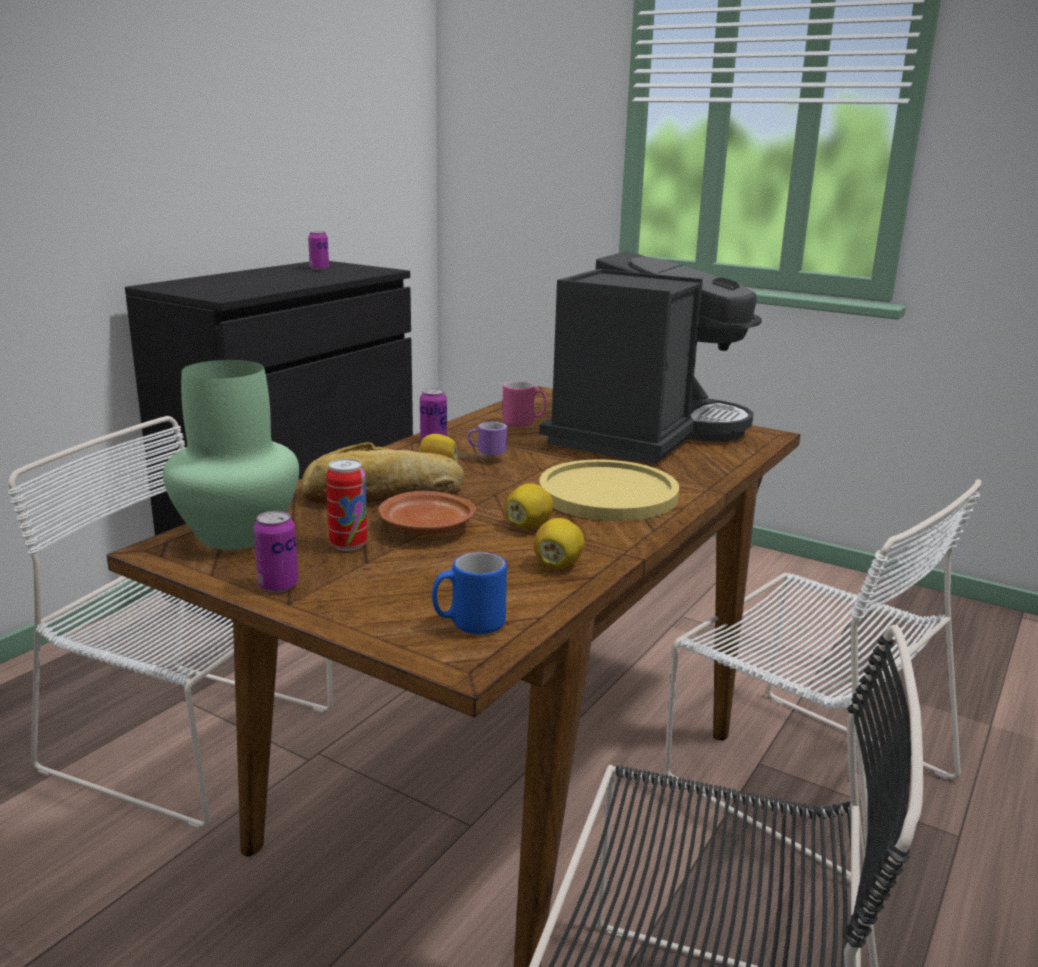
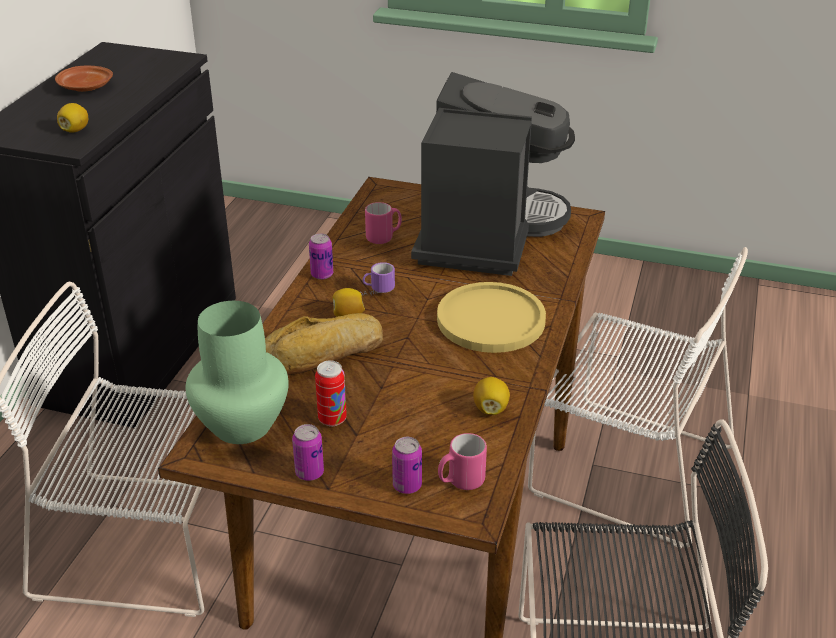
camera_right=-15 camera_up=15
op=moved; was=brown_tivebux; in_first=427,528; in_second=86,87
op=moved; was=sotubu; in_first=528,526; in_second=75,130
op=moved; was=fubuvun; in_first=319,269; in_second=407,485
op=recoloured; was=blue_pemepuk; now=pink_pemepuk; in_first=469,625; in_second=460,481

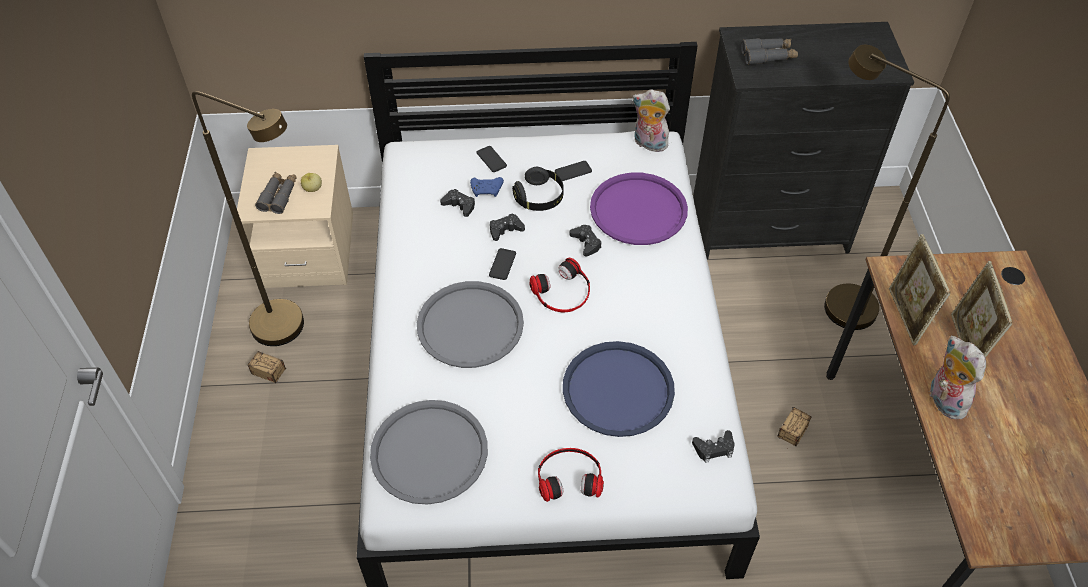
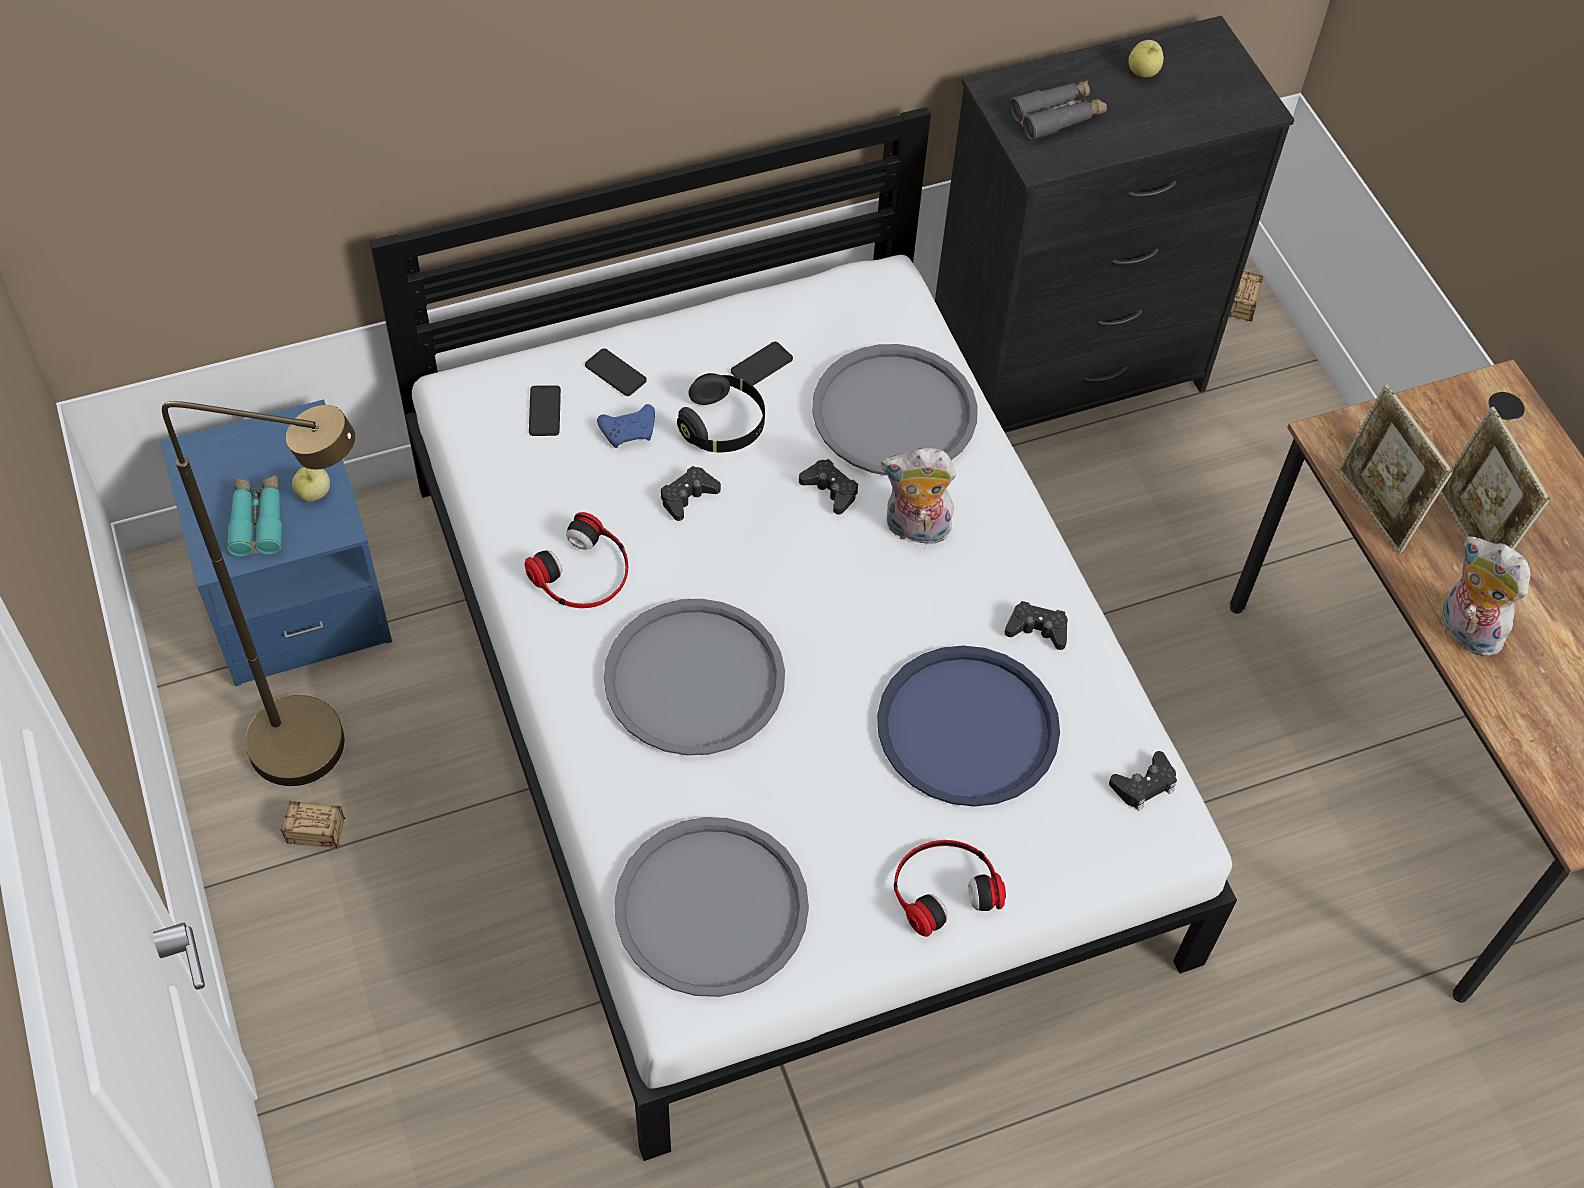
camera_right=-20 camera_up=5
op=recoloured; was=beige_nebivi; now=blue_nebivi; in_first=307,251; in_second=295,595
op=recoloured; was=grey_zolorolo; now=turquoise_zolorolo; in_first=278,196; in_second=257,521
op=moved; was=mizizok; in_first=562,292; in_second=583,572
op=moved; was=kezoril; in_first=502,264; in_second=544,411
op=recoloured; was=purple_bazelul; now=grey_bazelul; in_first=638,210; in_second=894,412
op=moved; was=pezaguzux; in_first=648,144; in_second=915,530
op=moved; was=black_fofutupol; in_first=459,205; in_second=1037,629
op=added; now=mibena; in_second=1143,72
op=moved; was=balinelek; in_first=783,446; in_second=1235,325
op=removed; was=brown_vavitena; in_first=836,302

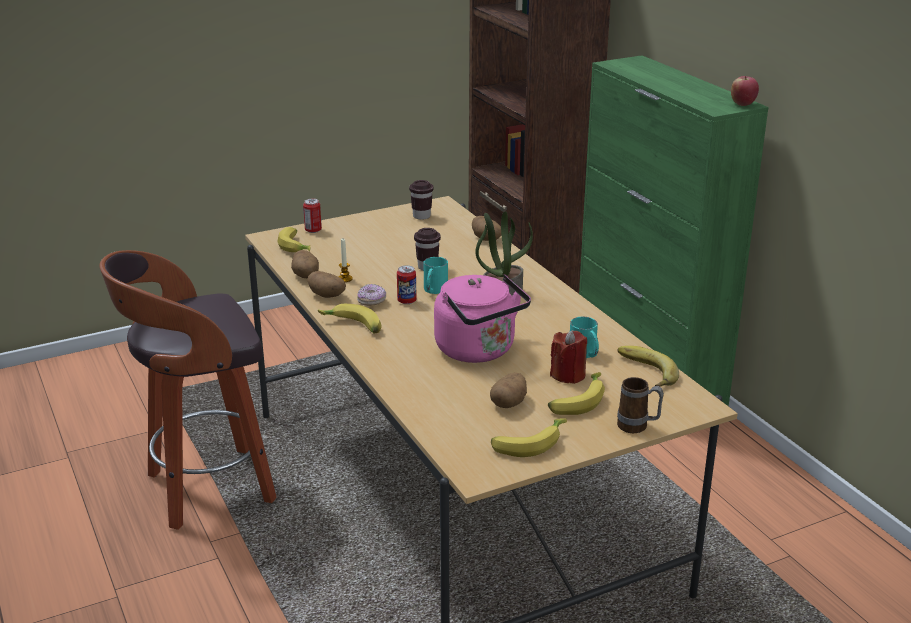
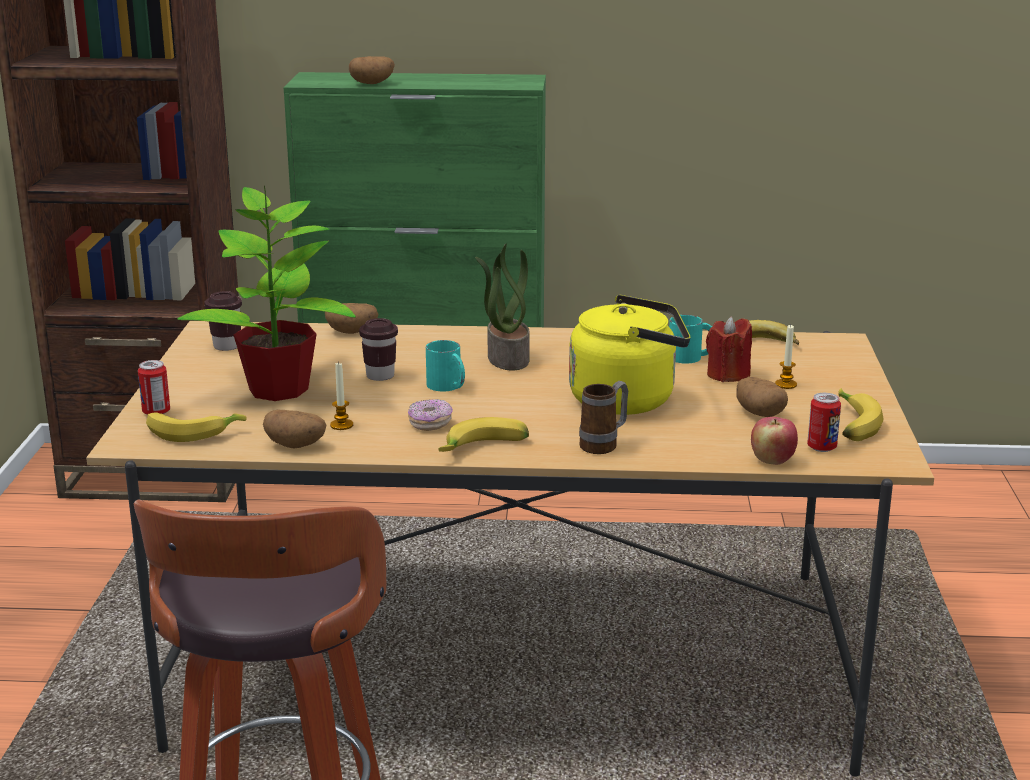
camera_right=-60 camera_up=-5
op=added; now=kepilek; in_second=278,390
op=moved; was=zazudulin; in_first=327,295; in_second=372,83
op=recoloured; was=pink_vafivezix; now=yellow_vafivezix; in_first=479,351; in_second=628,400
op=moved; was=pemepuk; in_first=638,427; in_second=604,445
op=moved; was=mibena; in_first=742,104; in_second=772,460
op=replaced; was=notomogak; now=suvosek; in_first=577,401; in_second=785,384
op=moved; was=fubuvun; in_first=407,301; in_second=821,447

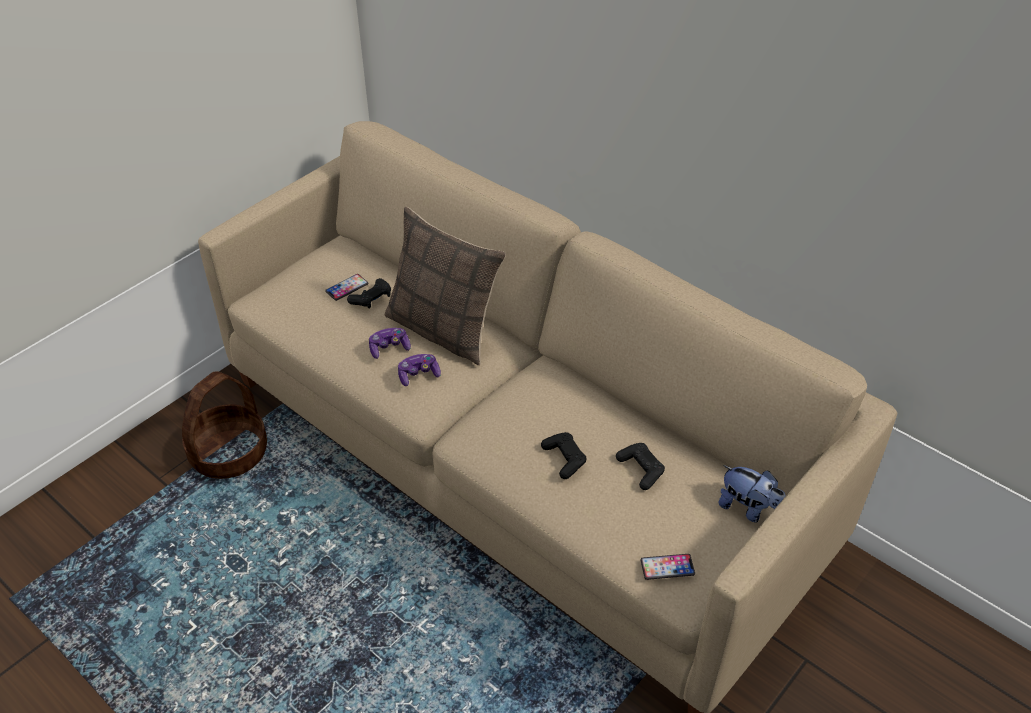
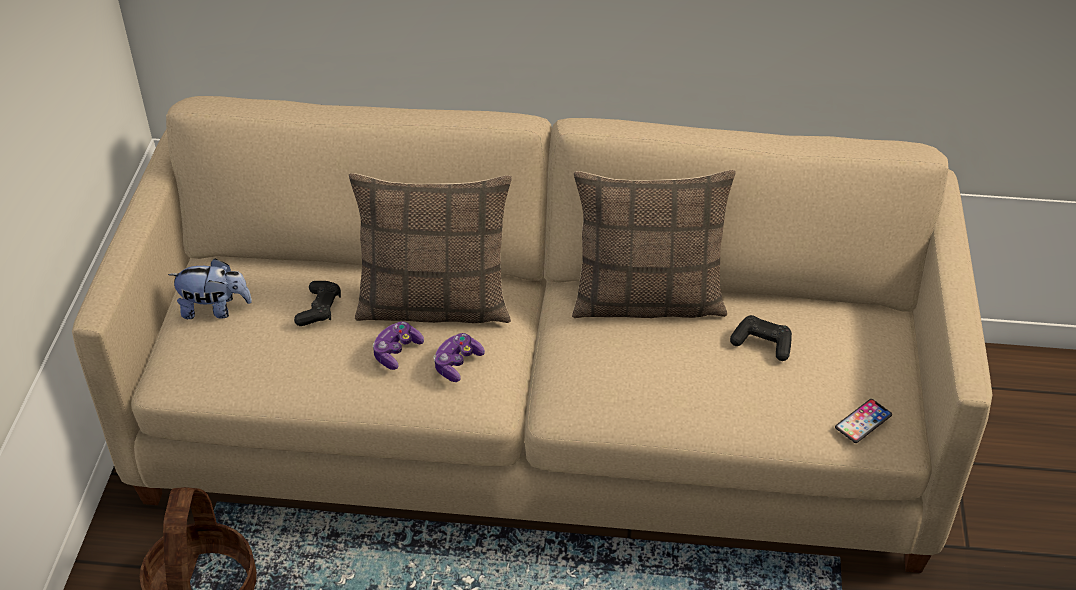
camera_right=-35 camera_up=0
op=moved; was=pezaguzux; in_first=748,509; in_second=215,309
op=added; now=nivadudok; in_second=648,299
op=removed; was=kezoril; in_first=347,288
op=removed; was=black_fofutupol; in_first=564,459

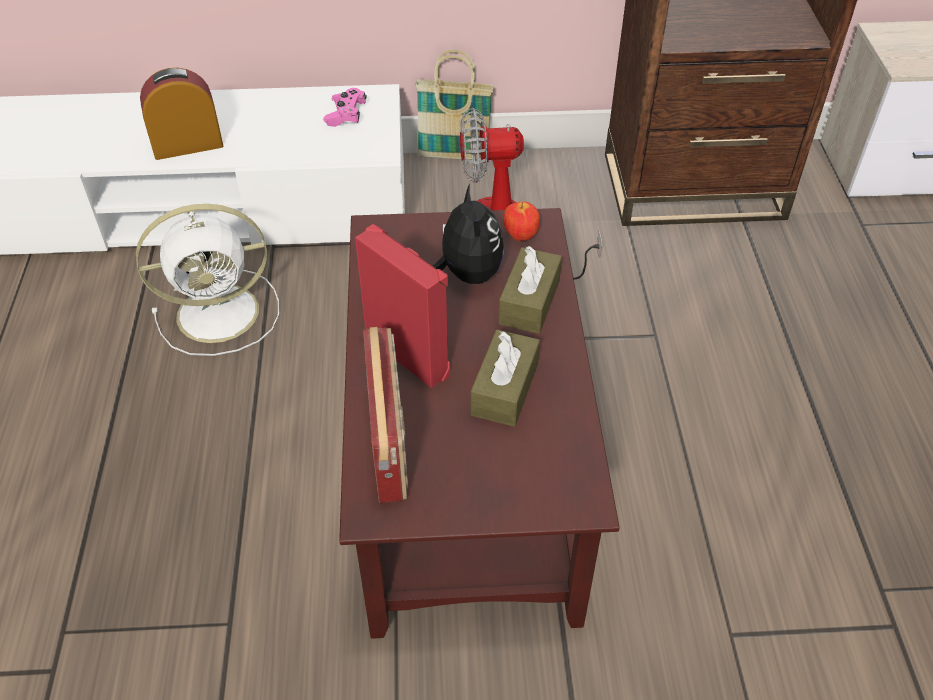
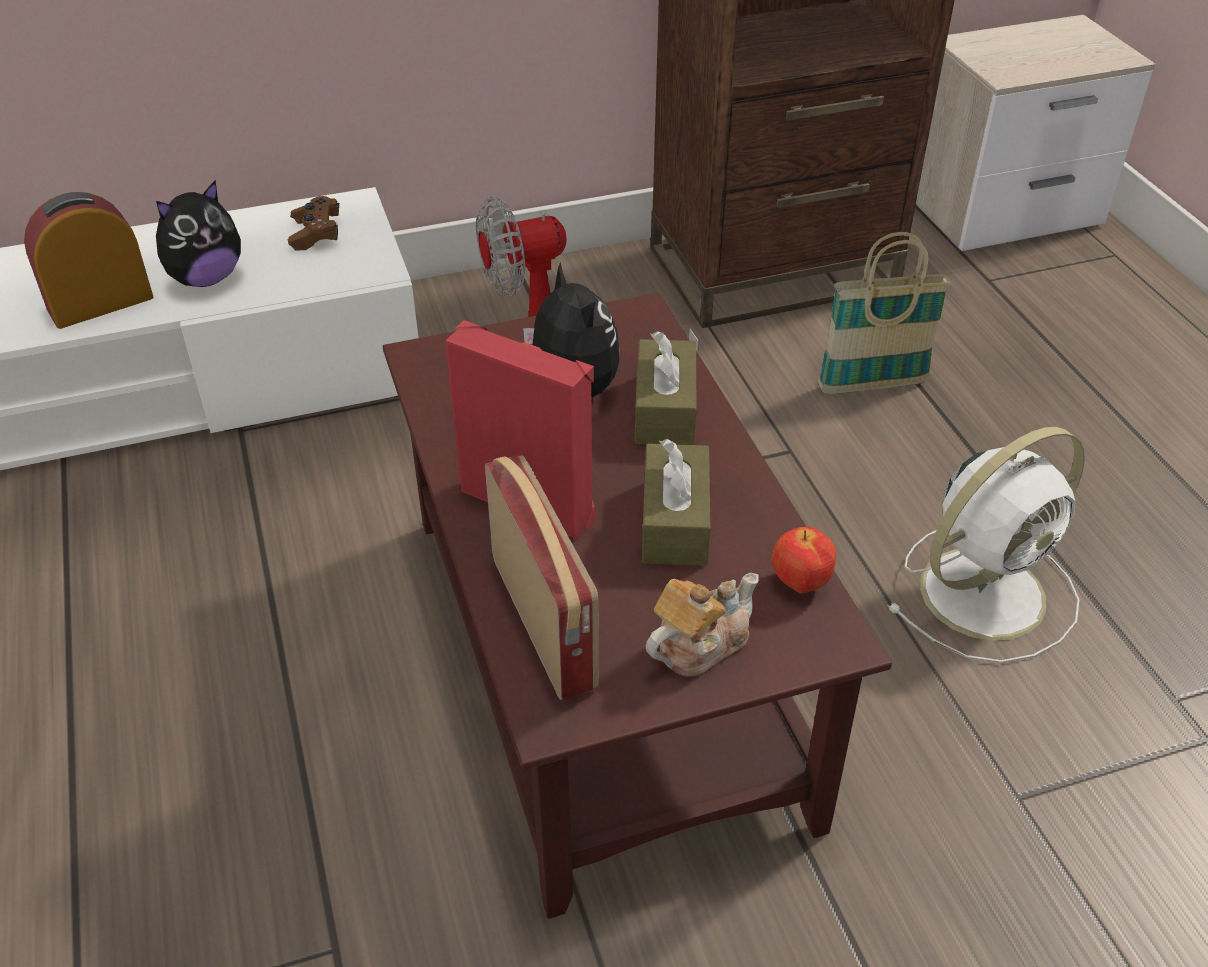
camera_right=-15 camera_up=-5
op=added; now=pezaguzux; in_second=205,278
op=recoloured; was=pink_fofutupol; now=brown_fofutupol; in_first=346,115; in_second=316,234
op=added; now=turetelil; in_second=699,644
op=moved; was=mibena; in_first=520,236; in_second=799,583
op=moved; was=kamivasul; in_first=454,156; in_second=872,385
op=moved; was=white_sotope; in_first=222,312; in_second=986,591

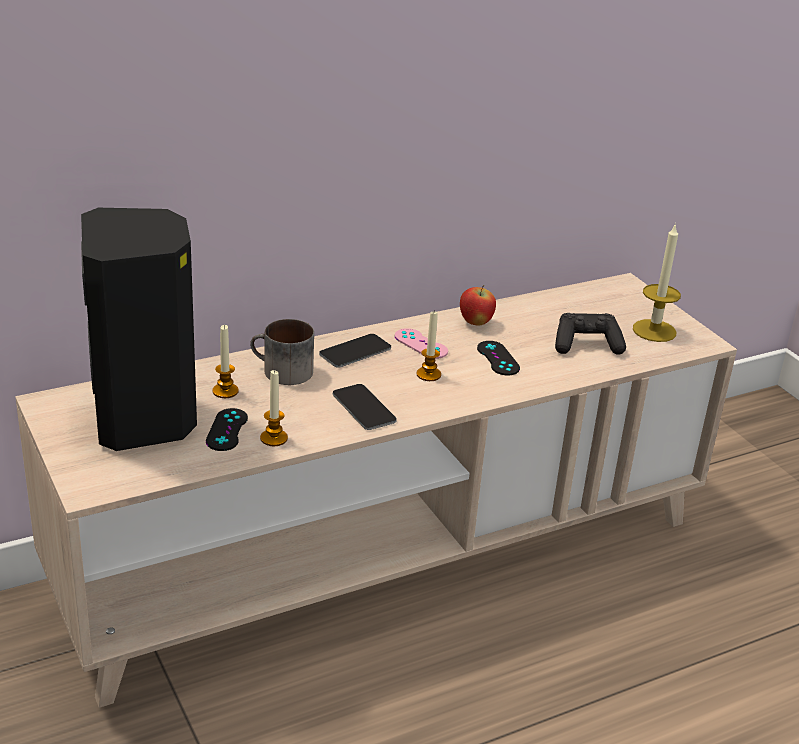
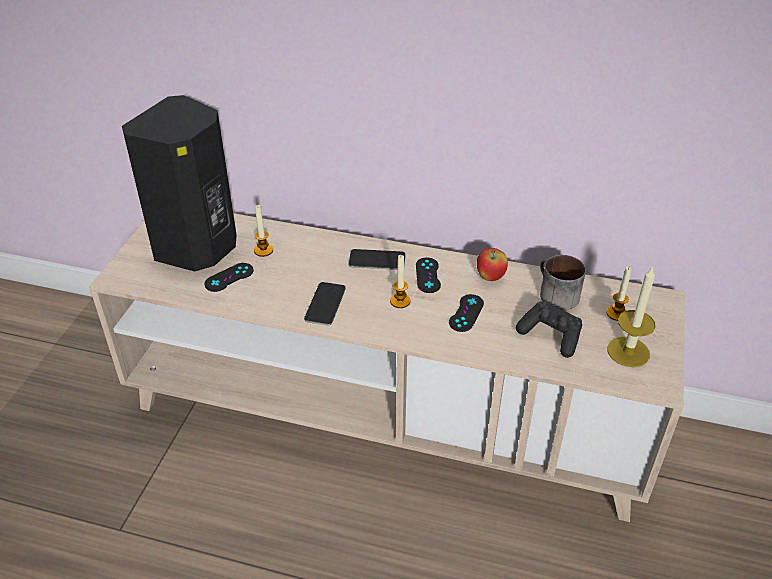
camera_right=45 camera_up=10
op=recoloured; was=pink_fofutupol; now=black_fofutupol; in_first=421,344; in_second=428,275
op=moved; was=pemepuk; in_first=281,372; in_second=554,294
op=moved; was=suvosek; in_first=274,438; in_second=616,313

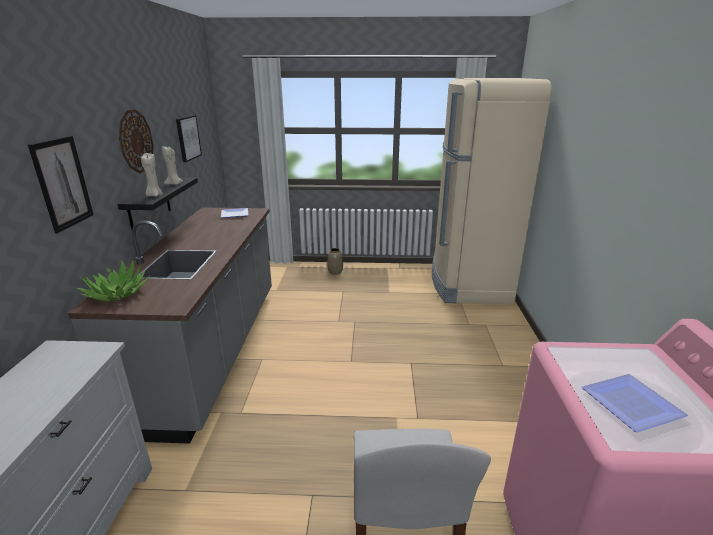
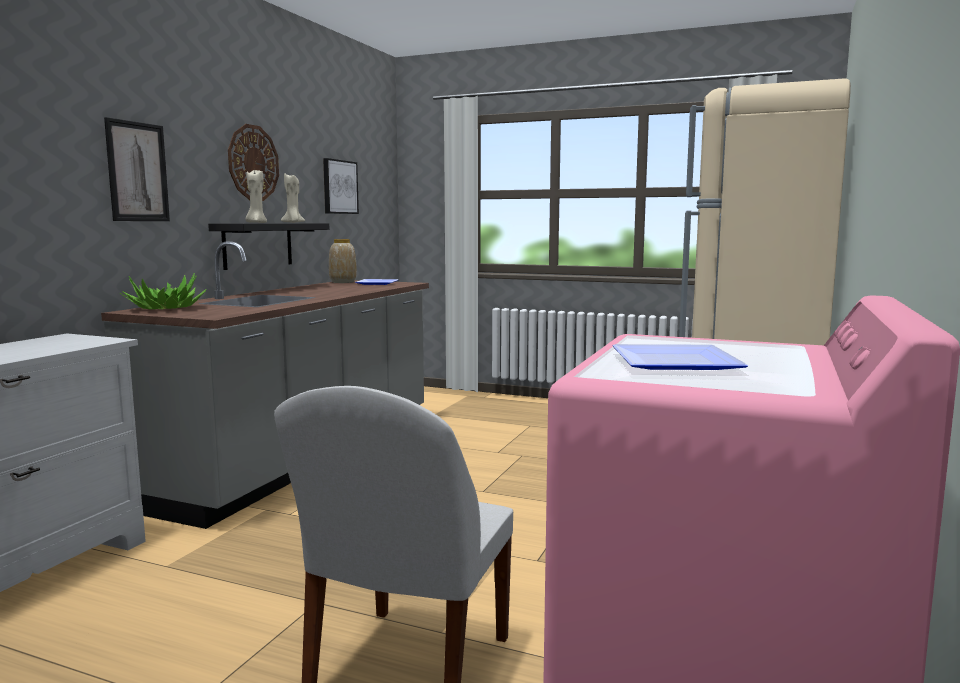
camera_right=20 camera_up=-15
op=moved; was=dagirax; in_first=335,272; in_second=343,282

